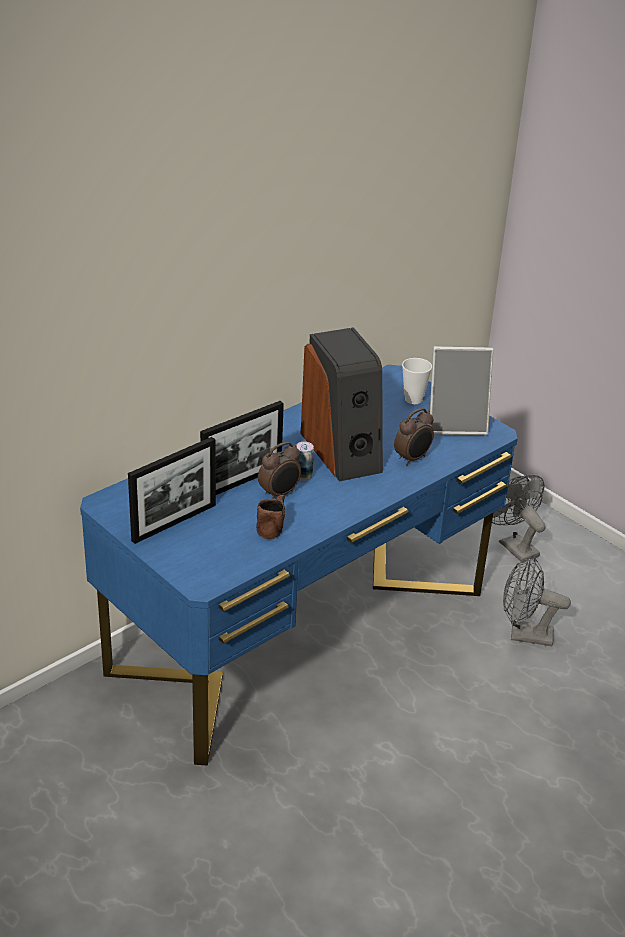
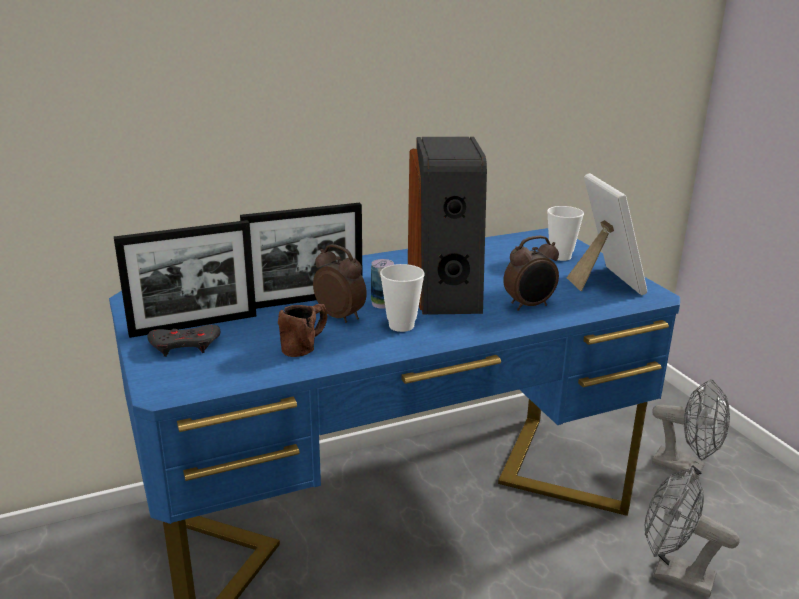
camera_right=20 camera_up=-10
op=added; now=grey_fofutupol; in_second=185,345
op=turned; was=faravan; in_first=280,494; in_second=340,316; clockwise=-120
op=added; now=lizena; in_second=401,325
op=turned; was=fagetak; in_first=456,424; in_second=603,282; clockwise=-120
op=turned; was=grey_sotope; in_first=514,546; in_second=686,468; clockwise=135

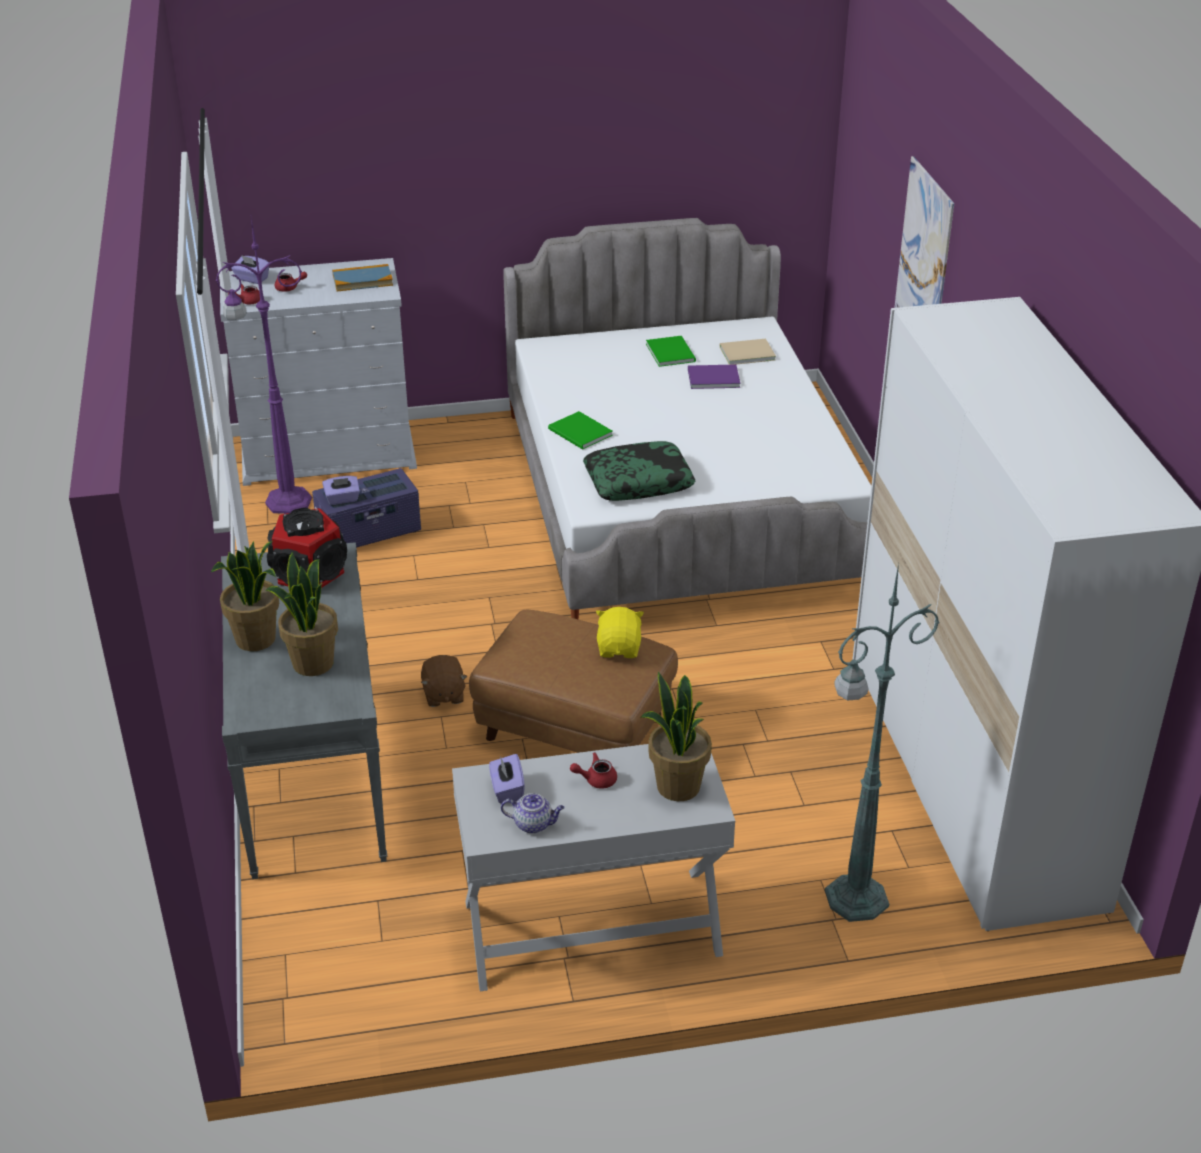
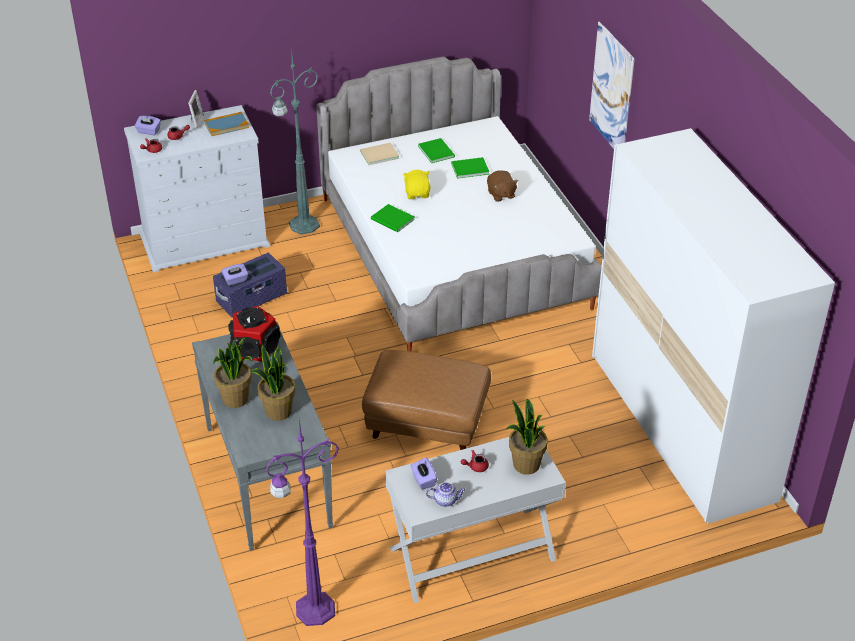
camera_right=-10 camera_up=5
op=added; now=fagetak; in_second=195,122
op=moved; was=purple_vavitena; in_first=285,501; in_second=313,610
op=moved; was=green_vavitena; in_first=853,899; in_second=302,225
op=moved; was=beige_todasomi; in_first=745,353; in_second=378,154
op=moved; was=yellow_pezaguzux; in_first=619,648; in_second=417,193
op=recoloured; was=purple_todasomi; now=green_todasomi; in_first=711,378; in_second=468,168
op=moved; was=brown_pezaguzux; in_first=443,695; in_second=501,194
op=removed; was=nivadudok; in_first=638,481

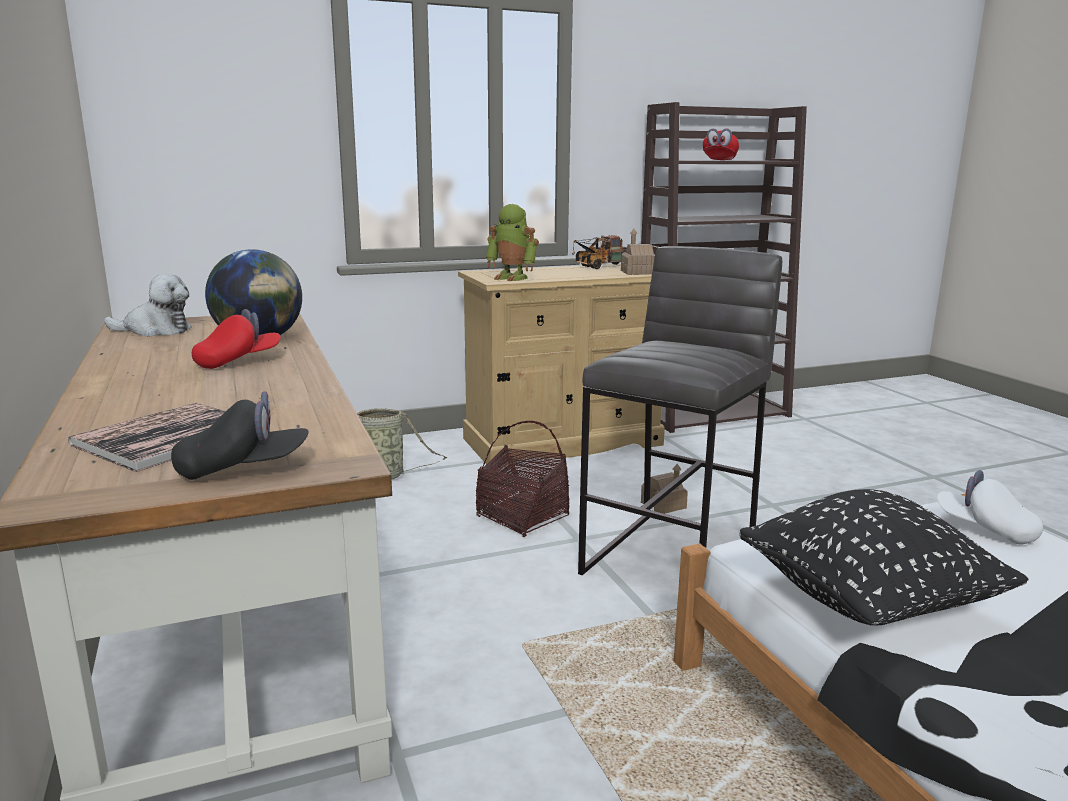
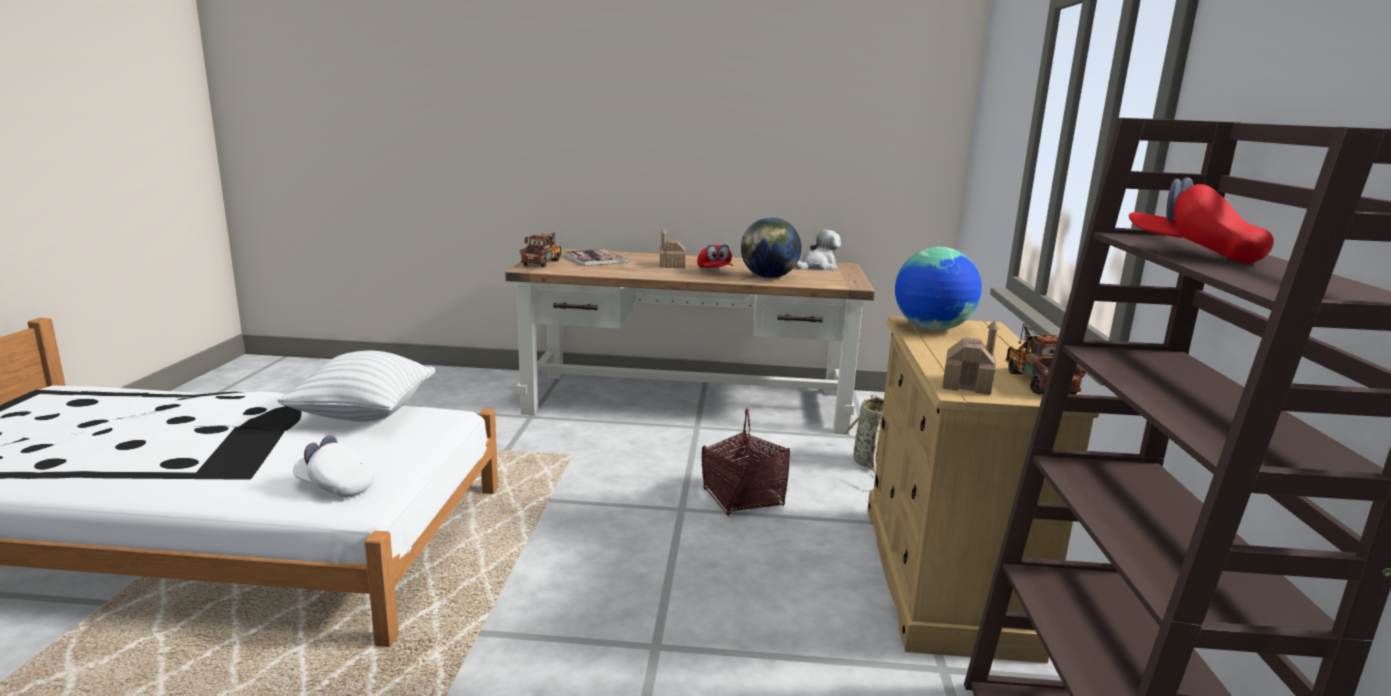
camera_right=115 camera_up=0
op=recoloured; was=black_nivadudok; now=white_nivadudok; in_first=868,603; in_second=364,414
op=turned; was=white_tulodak; in_first=985,529; in_second=335,486; clockwise=-135
op=replaced; was=black_tulodak; now=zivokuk; in_first=243,469; in_second=543,262
op=moved; was=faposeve; in_first=663,505; in_second=672,265
op=turned; was=pezaguzux; in_first=155,331; in_second=818,267; clockwise=-150
op=replaced; was=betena; now=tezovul; in_first=512,278; in_second=932,329
op=removed; was=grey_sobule; in_first=671,559

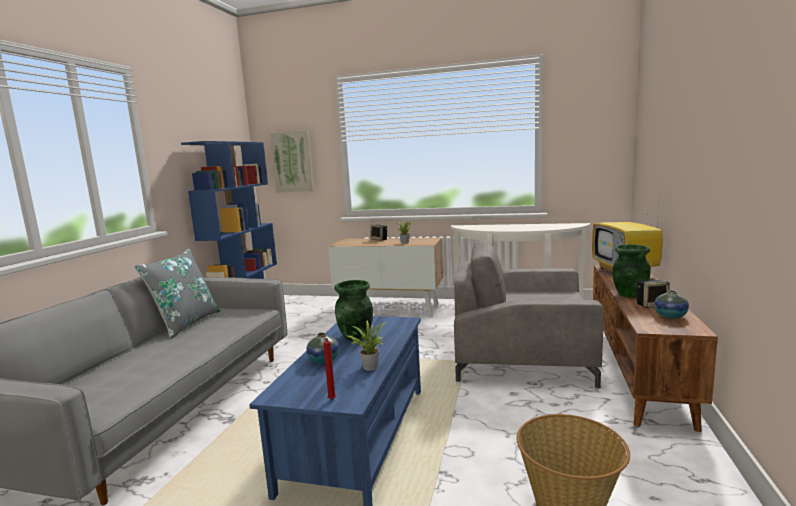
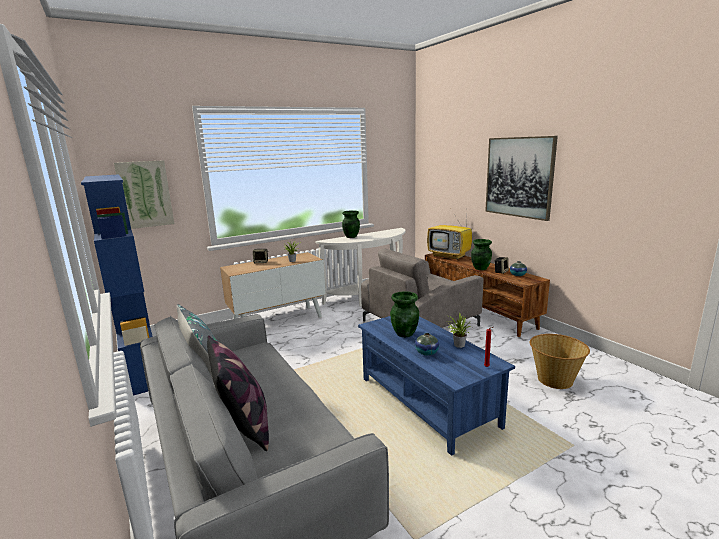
camera_right=-45 camera_up=5
op=added; now=nivadudok; in_second=244,426
op=added; now=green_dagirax; in_second=351,237
op=added; now=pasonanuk; in_second=519,177

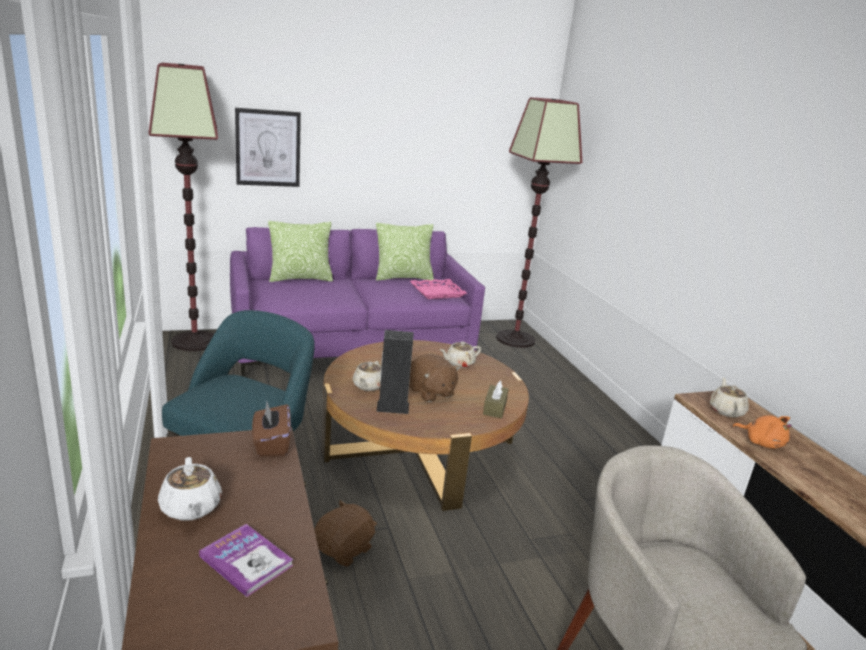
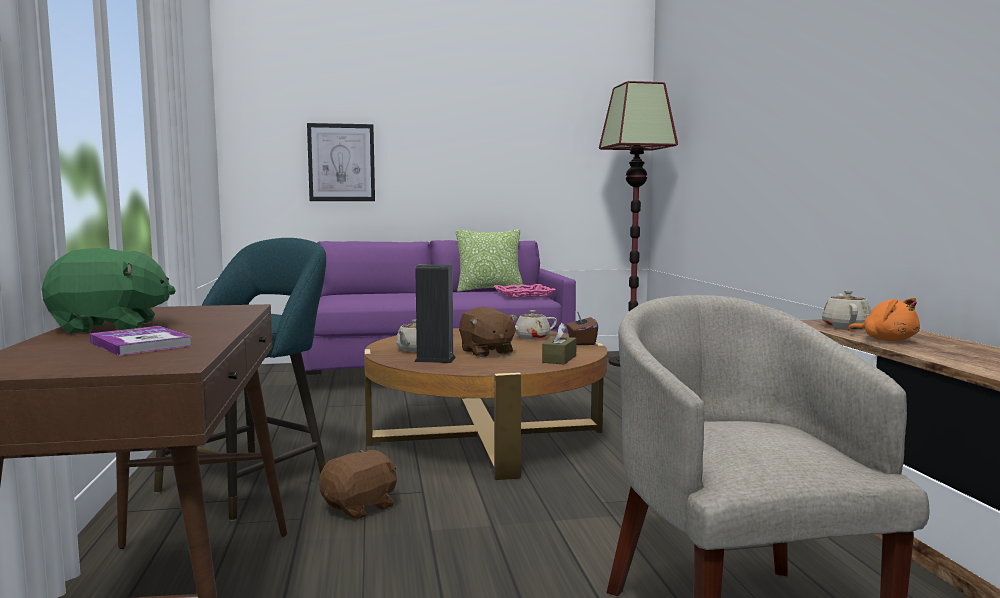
camera_right=10 camera_up=-15
op=replaced; was=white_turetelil; now=green_pezaguzux; in_first=190,508; in_second=110,327
op=moved; was=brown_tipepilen; in_first=271,444; in_second=581,342
op=removed; was=vavitena; in_first=195,341
op=removed; was=nivadudok; in_first=300,278

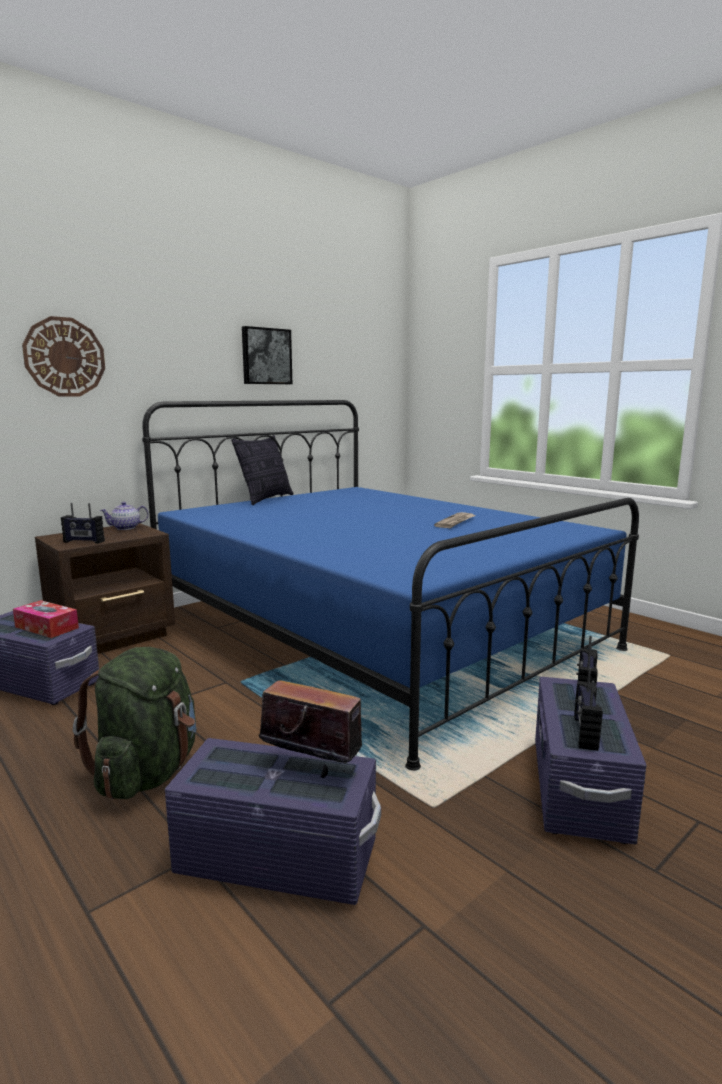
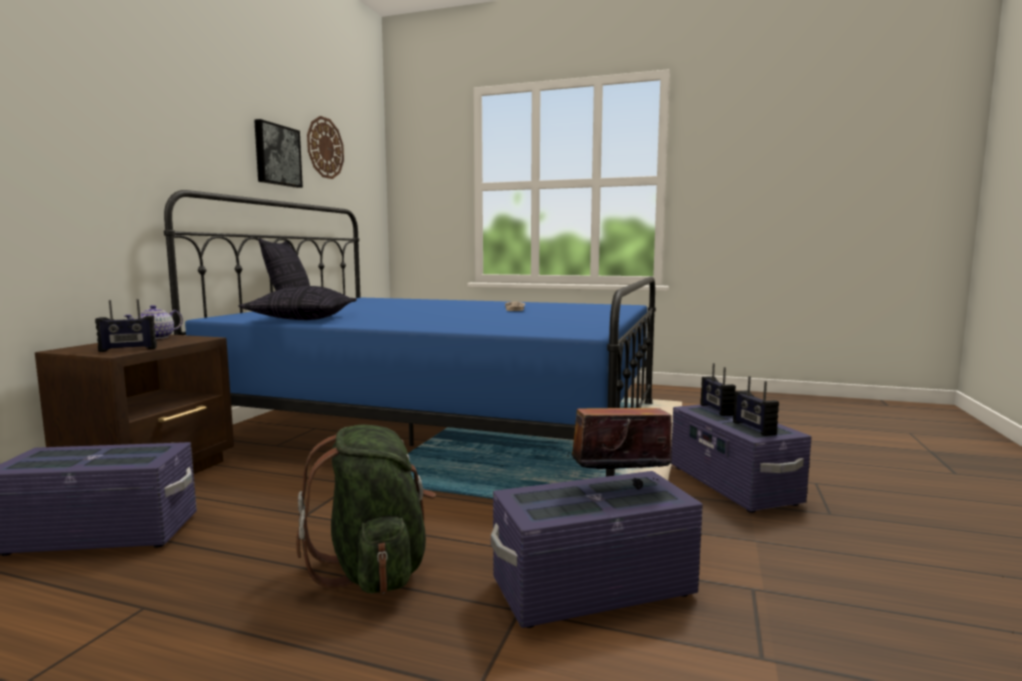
camera_right=-30 camera_up=-5
op=added; now=nivadudok; in_second=303,319
op=moved; was=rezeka; in_first=64,357; in_second=325,148
op=removed; was=tipepilen; in_first=47,627

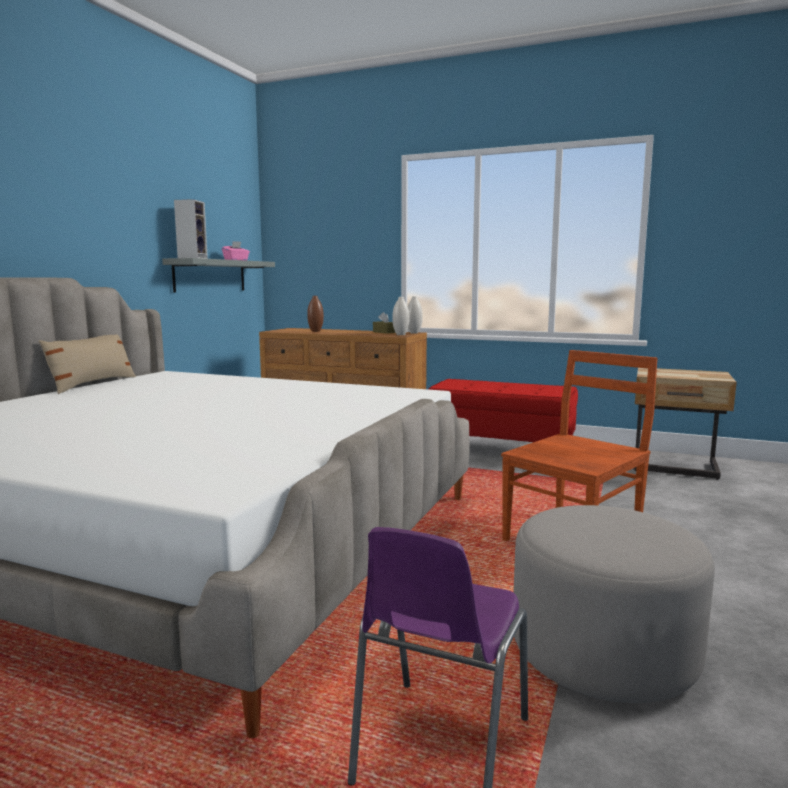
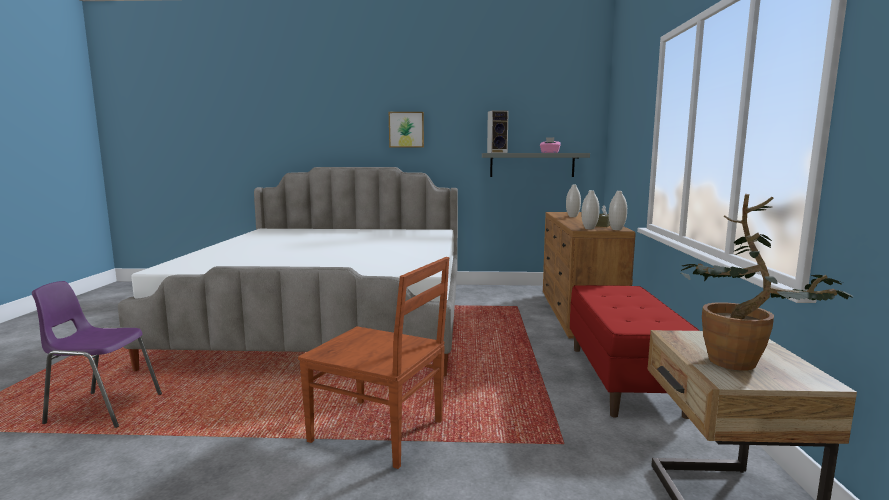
camera_right=70 camera_up=0
op=added; now=pasonanuk; in_second=406,129
op=recoloured; was=brown_dagirax; now=white_dagirax; in_first=315,331; in_second=572,216
op=added; now=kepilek; in_second=744,365
op=removed; was=beige_nivadudok; in_first=92,384
op=removed; was=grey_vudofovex; in_first=603,651

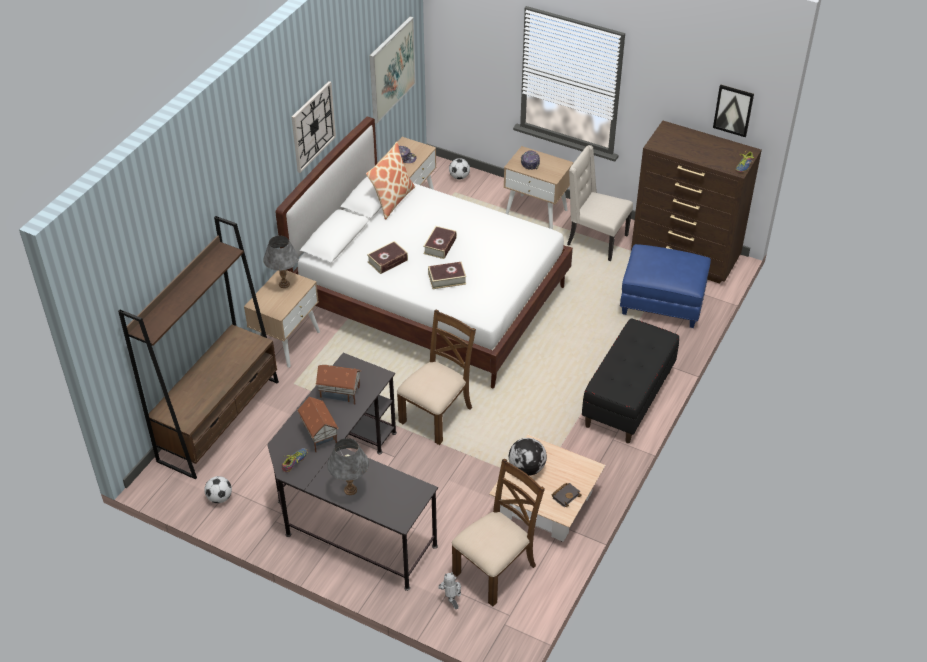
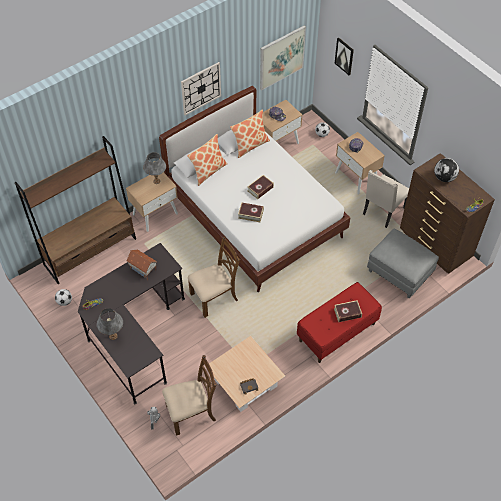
camera_right=25 camera_up=10
op=added; now=nivadudok; in_second=208,171
op=recoloured; was=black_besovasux; now=red_besovasux; in_first=628,399; in_second=337,332
op=moved; was=todasomi; in_first=387,261; in_second=347,313
op=moved; was=pasonanuk; in_first=733,110; in_second=344,56
op=turned; was=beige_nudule; in_first=595,240; in_second=383,211; clockwise=-105
op=recoloured; was=blue_vudofovex; now=grey_vudofovex; in_first=663,302; in_second=400,272
op=moved; was=tezovul; in_first=527,468; in_second=444,178
op=removed; was=faposeve; in_first=319,435

